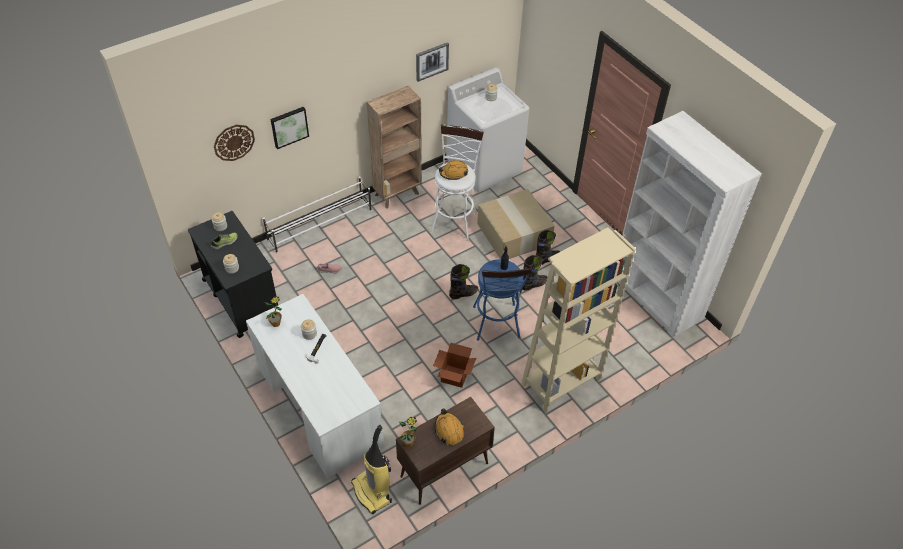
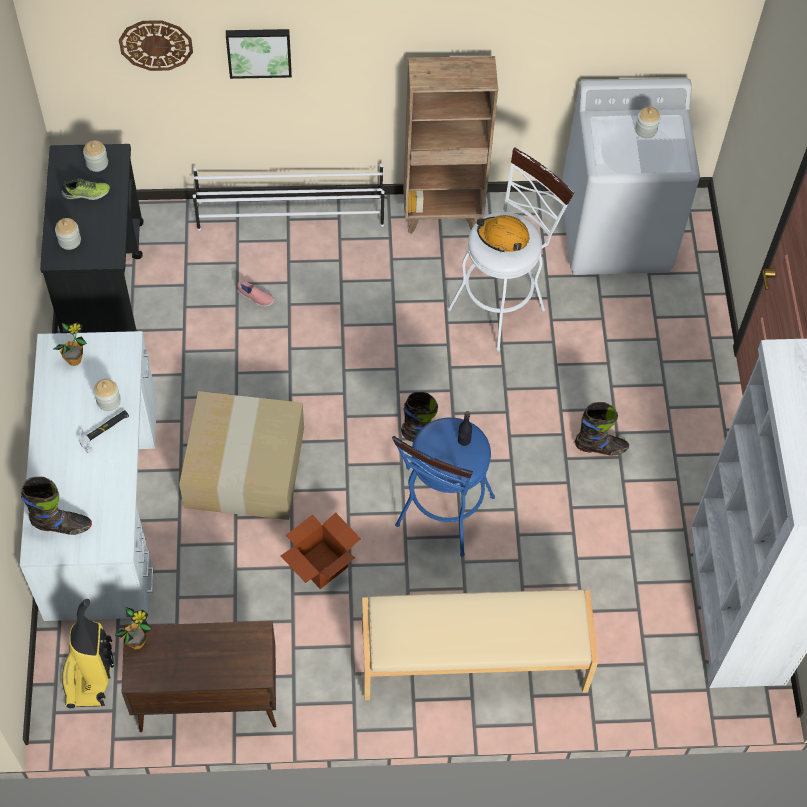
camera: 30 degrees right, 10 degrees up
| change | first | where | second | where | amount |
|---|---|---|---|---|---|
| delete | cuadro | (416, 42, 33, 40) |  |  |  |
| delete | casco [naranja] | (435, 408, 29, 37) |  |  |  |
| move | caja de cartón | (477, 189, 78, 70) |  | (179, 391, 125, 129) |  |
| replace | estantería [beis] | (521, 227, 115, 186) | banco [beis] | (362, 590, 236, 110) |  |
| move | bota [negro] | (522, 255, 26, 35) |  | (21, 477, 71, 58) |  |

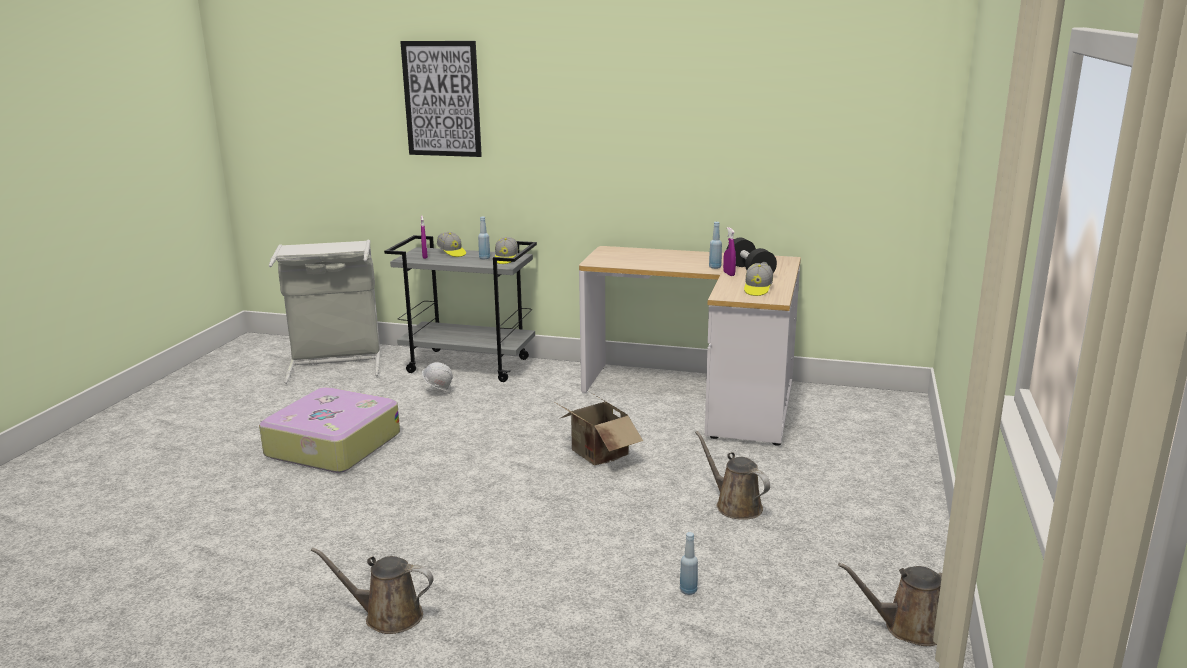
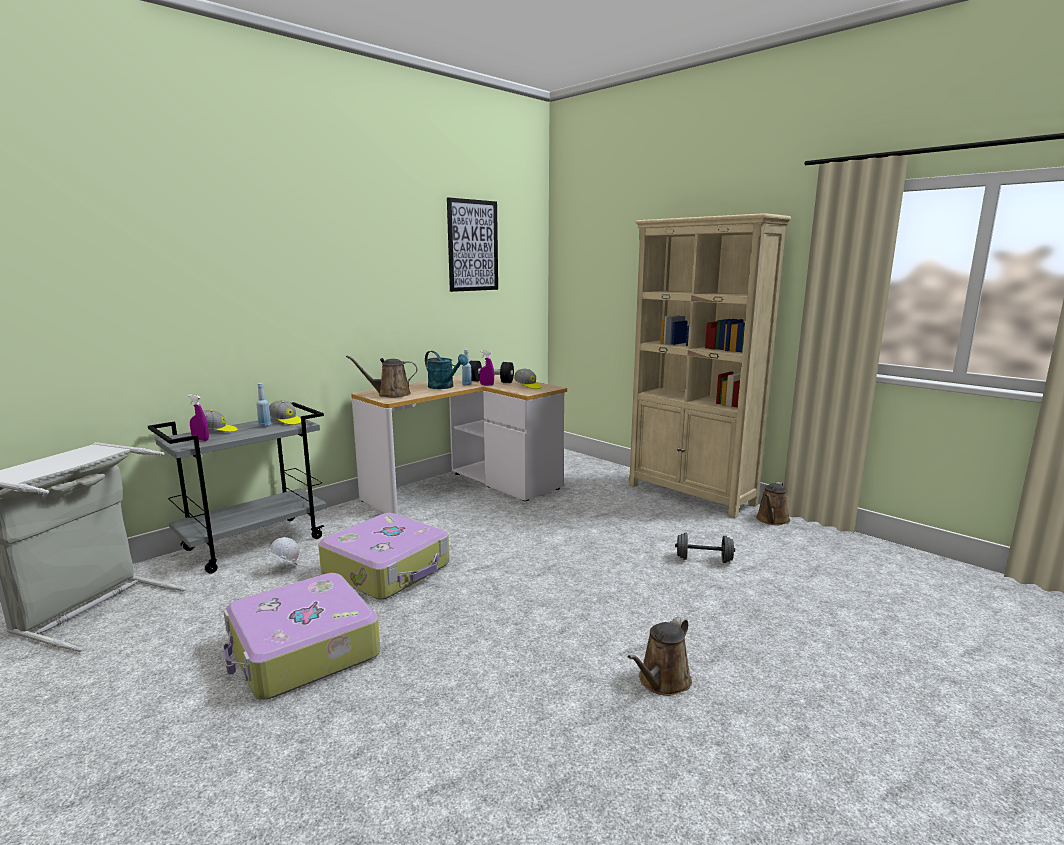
camera: 60 degrees left, 5 degrees down
| change | first | where | second | where | amount |
|---|---|---|---|---|---|
| move | cuadro | (400, 41, 82, 116) |  | (447, 197, 51, 95) |  |
| delete | caja de cartón | (556, 392, 87, 73) |  |  |  |
| replace | botella [azul] | (680, 532, 18, 63) | mancuerna [gris] | (675, 532, 60, 31) |  |
| move | regadera [marrón] | (695, 431, 75, 89) |  | (346, 355, 72, 42) |  |
| insert |  |  | maleta | (318, 513, 131, 86) |  |
| insert |  |  | regadera [turquesa] | (425, 351, 43, 38) |  |
| insert |  |  | estantería [beis] | (629, 213, 162, 306) |  |

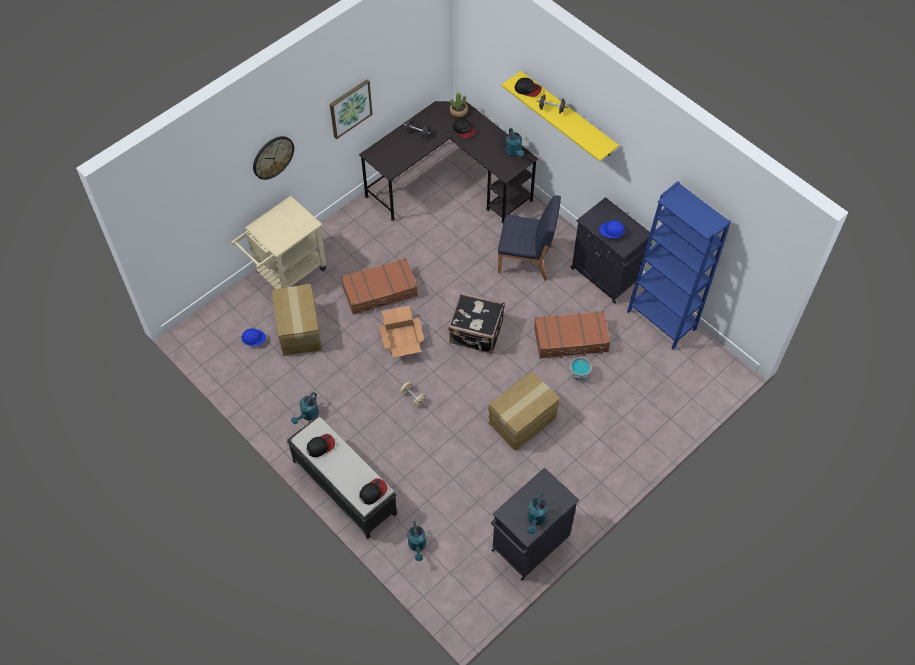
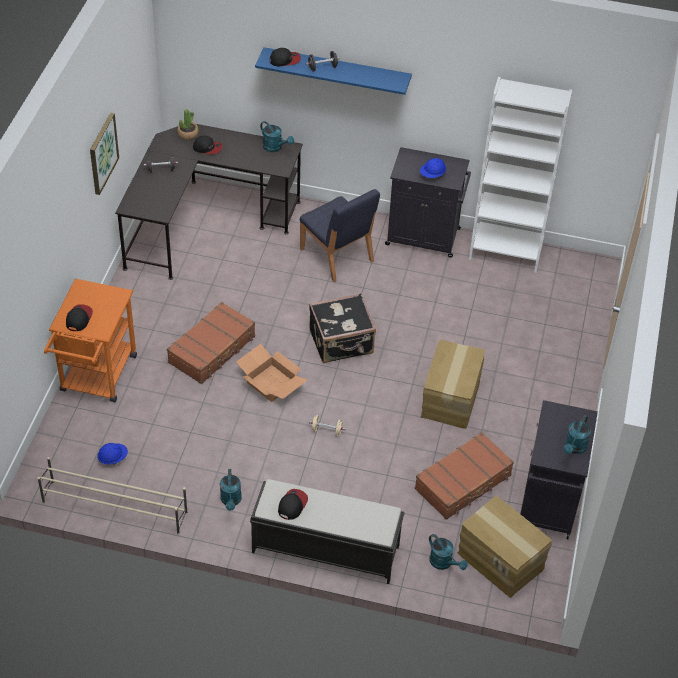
camera: 35 degrees left, 10 degrees down
| change | first | where | second | where | amount |
|---|---|---|---|---|---|
| recolor | carrito [beis] | (231, 196, 95, 93) | carrito [naranja] | (44, 279, 93, 123) |  |
| delete | reloj de pared | (253, 136, 41, 44) |  |  |  |
| move | caja de cartón | (272, 284, 50, 72) |  | (458, 496, 94, 102) |  |
| move | gorra | (359, 479, 29, 26) |  | (66, 304, 27, 27) |  |
| rotate | silla [azul] | (498, 195, 63, 86) |  | (300, 189, 80, 93) | 75 degrees clockwise |
| recolor | estante [amarillo] | (502, 71, 117, 91) | estante [azul] | (255, 47, 157, 48) |  |
| rotate | regadera [turquesa] | (527, 492, 21, 42) |  | (563, 415, 28, 39) | 45 degrees clockwise |
| move | maleta [marrón] | (534, 311, 77, 48) |  | (415, 432, 99, 88) |  |
| delete | cubo [gris] | (570, 354, 22, 28) |  |  |  |
| recolor | estantería [azul] | (627, 181, 104, 169) | estantería [blanco] | (469, 77, 103, 196) |  |
| insert |  |  | zapatero [beis] | (38, 457, 150, 78) |  |

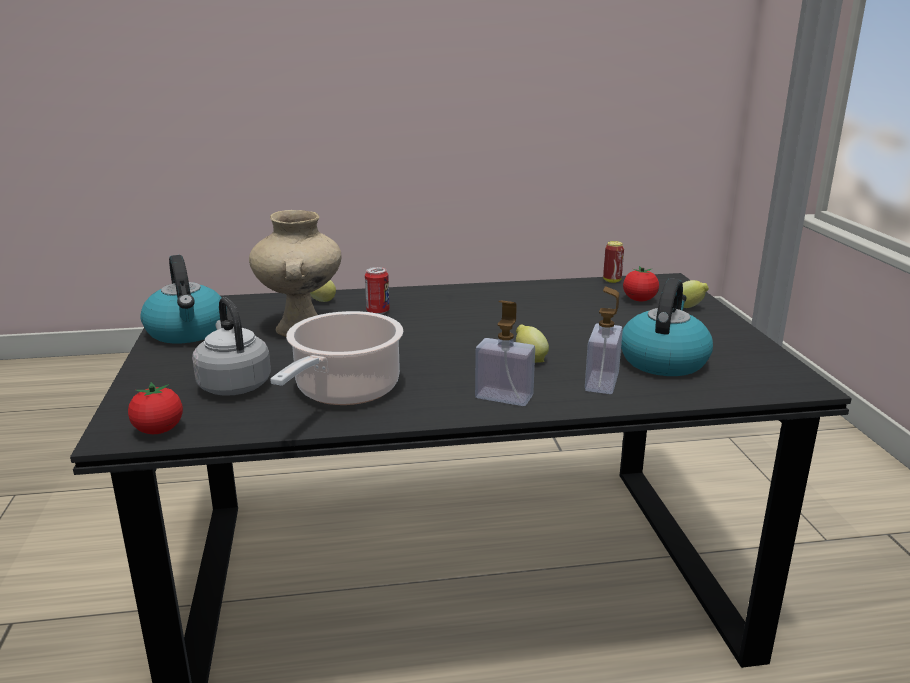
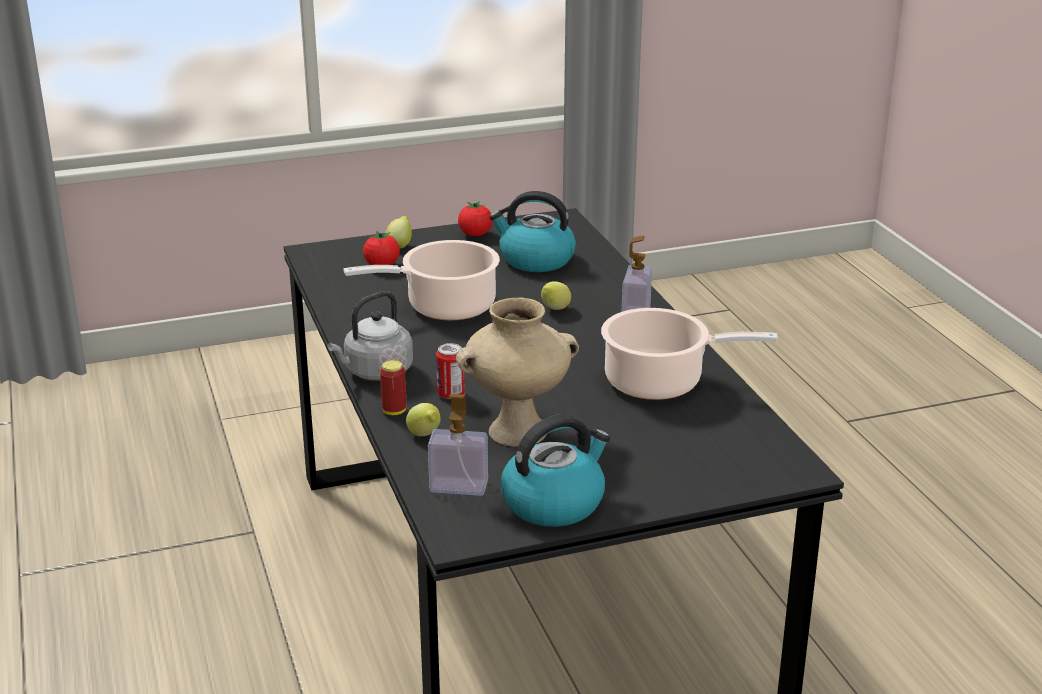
camera: 100 degrees left, 5 degrees up
| change | first | where | second | where | amount |
|---|---|---|---|---|---|
| move | tomate | (128, 382, 55, 52) |  | (458, 201, 35, 35) |  |
| move | hervidor [gris] | (192, 297, 79, 99) |  | (327, 291, 86, 90) |  |
| move | dispensador de jabón | (585, 286, 38, 108) |  | (428, 394, 60, 102) |  |
| move | lata | (603, 241, 21, 42) |  | (380, 360, 26, 55) |  |
| insert |  |  | olla | (343, 240, 157, 80) |  |

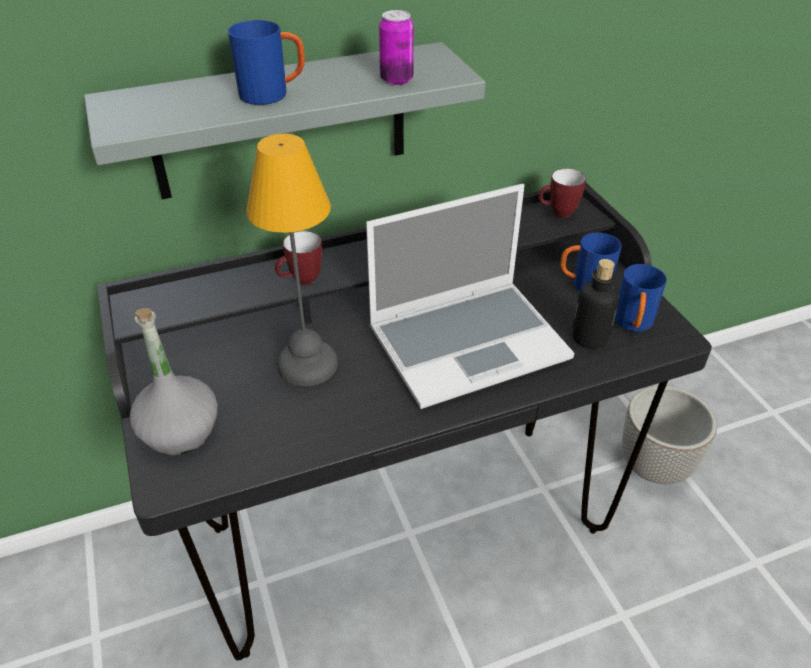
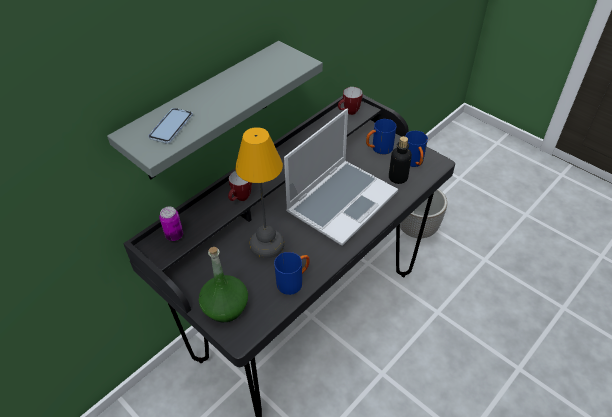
camera: 25 degrees left, 5 degrees up
| change | first | where | second | where | amount |
|---|---|---|---|---|---|
| recolor | botella [gris] | (130, 308, 88, 147) | botella [verde] | (199, 247, 49, 75) |  |
| move | taza grande [azul] | (228, 20, 77, 85) |  | (274, 252, 35, 43) |  |
| move | lata | (379, 10, 35, 75) |  | (159, 206, 24, 35) |  |
| insert |  |  | móvil | (148, 108, 45, 36) |  |

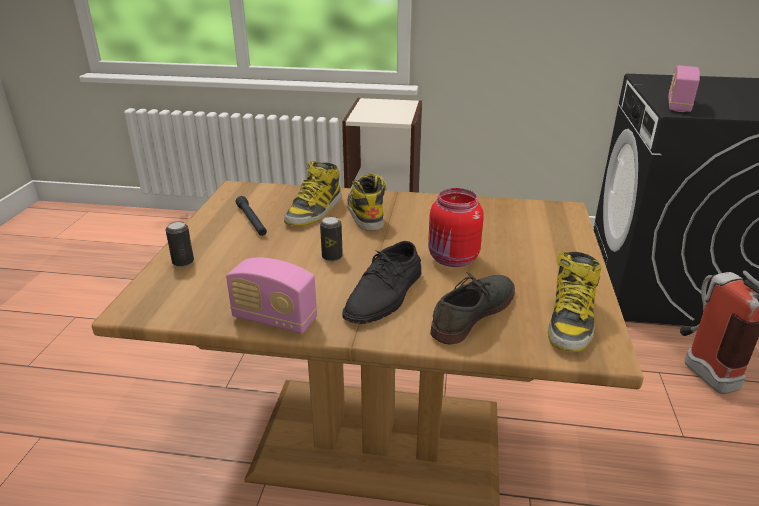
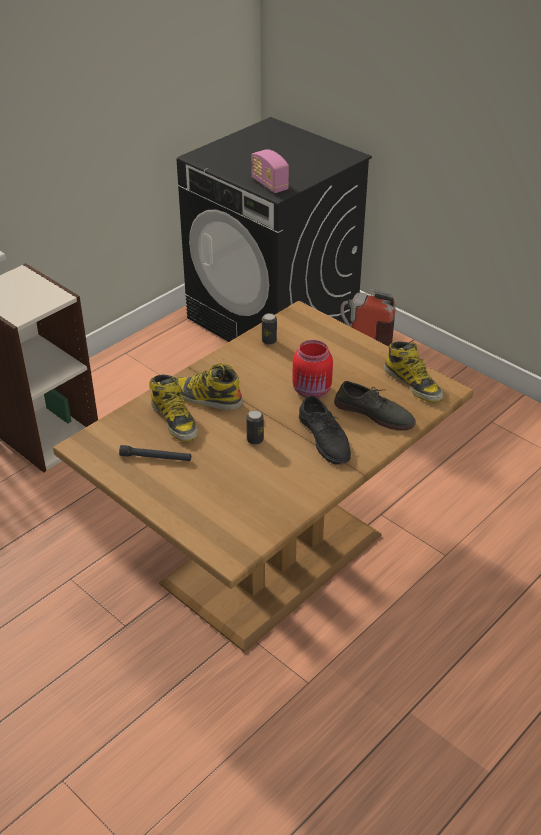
camera: 55 degrees left, 10 degrees up
| change | first | where | second | where | amount |
|---|---|---|---|---|---|
| move | lata | (166, 221, 28, 46) |  | (262, 313, 15, 32) |  |
| delete | radio | (226, 257, 91, 77) |  |  |  |
| rotate | zapato [gris] | (430, 272, 85, 72) |  | (334, 381, 82, 50) | 135 degrees clockwise |

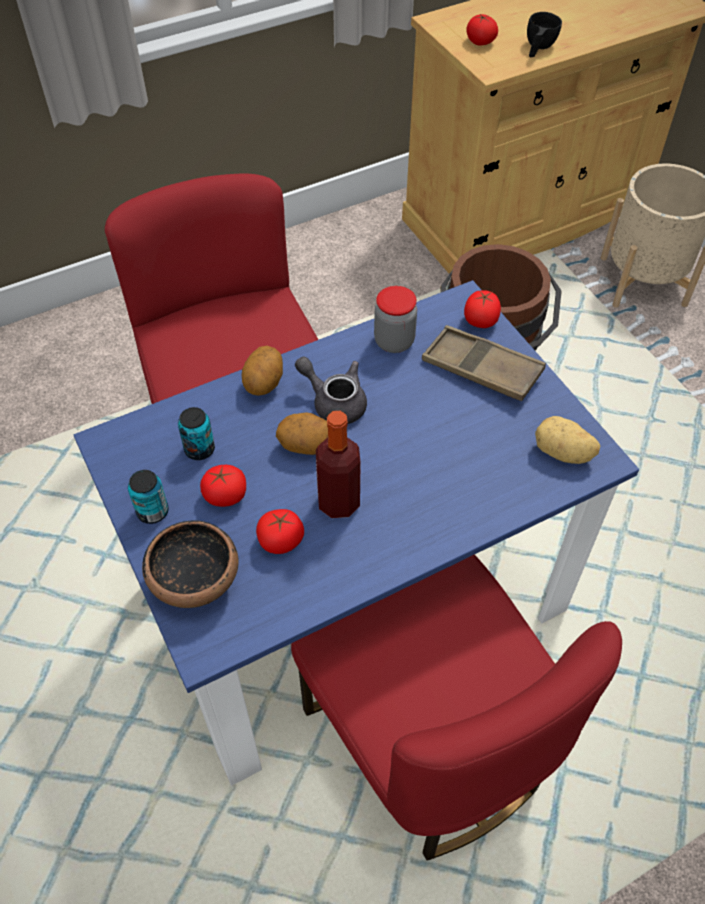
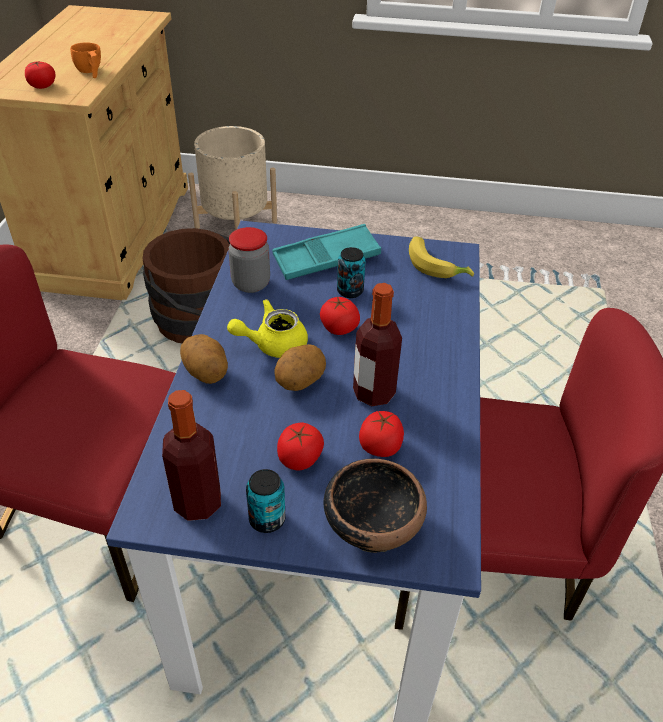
camera: 55 degrees left, 10 degrees down
| change | first | where | second | where | amount |
|---|---|---|---|---|---|
| move | lata | (178, 407, 37, 53) |  | (337, 247, 29, 51) |  |
| recolor | tetera [gris] | (295, 356, 72, 68) | tetera [amarillo] | (227, 299, 81, 59) |  |
| recolor | bandeja [marrón] | (422, 325, 124, 76) | bandeja [turquesa] | (272, 224, 109, 56) |  |
| move | tomate | (464, 290, 37, 38) |  | (320, 296, 40, 39) |  |
| recolor | taza [negro] | (527, 12, 35, 45) | taza [naranja] | (70, 43, 31, 35) |  |
| replace | patata | (535, 416, 66, 48) | plátano | (409, 236, 65, 42) |  |
| insert |  |  | botella | (162, 390, 59, 131) |  |

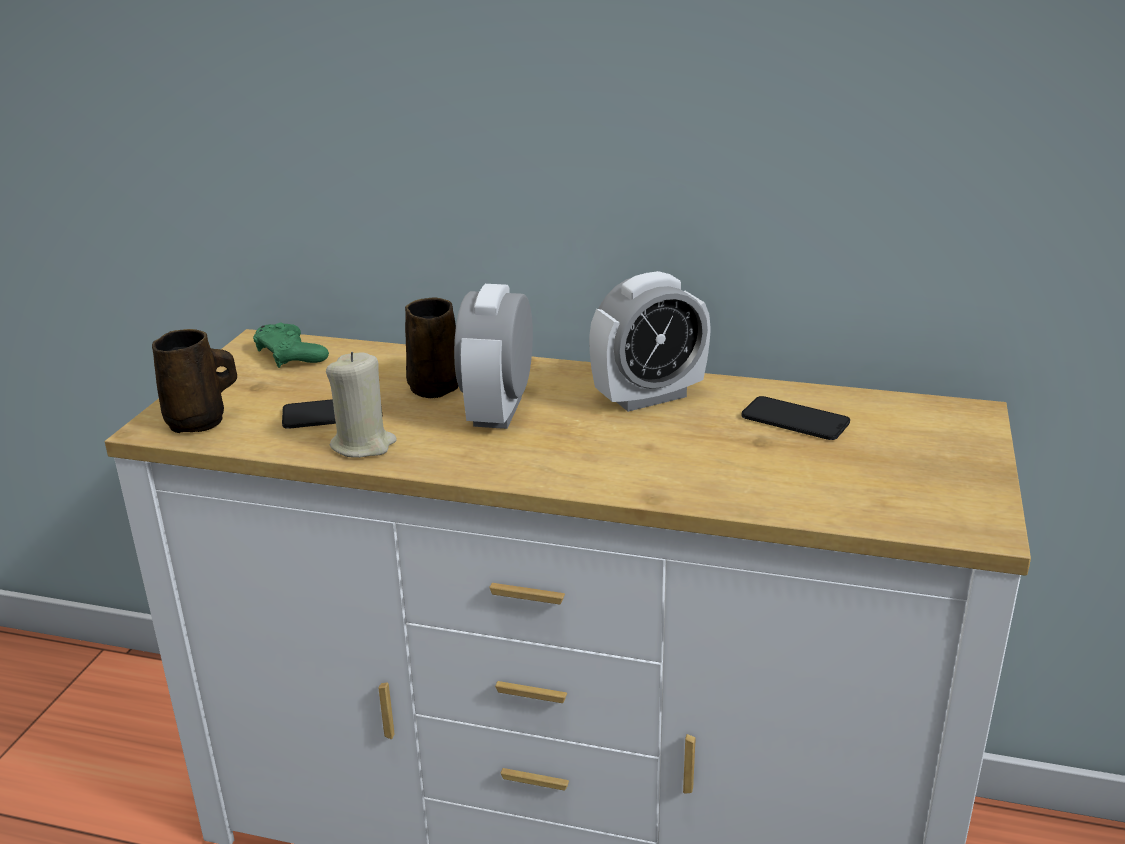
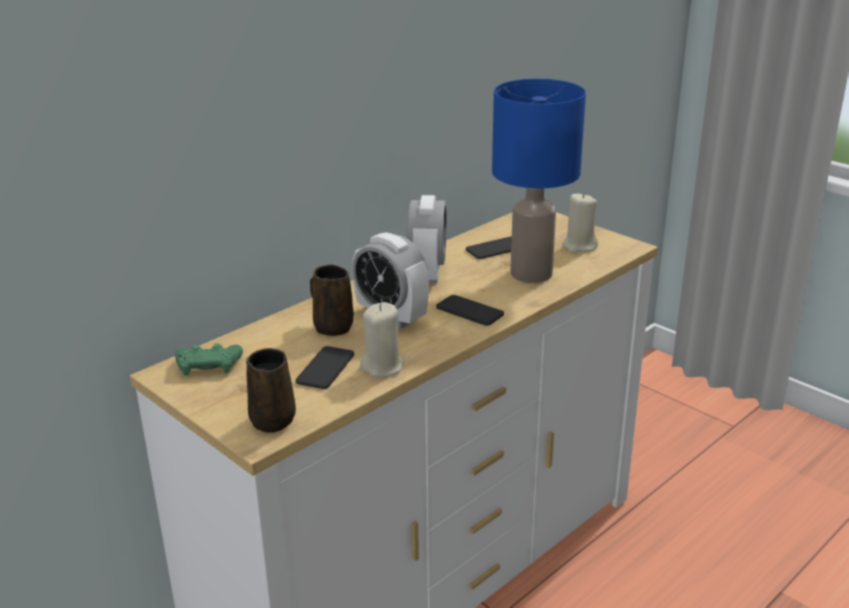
camera: 60 degrees left, 0 degrees up
| change | first | where | second | where | amount |
|---|---|---|---|---|---|
| insert |  |  | móvil | (436, 295, 68, 31) |  |
| insert |  |  | lámpara de mesa [azul] | (492, 79, 94, 204) |  |
| insert |  |  | vela [beis] | (562, 193, 36, 60) |  |

